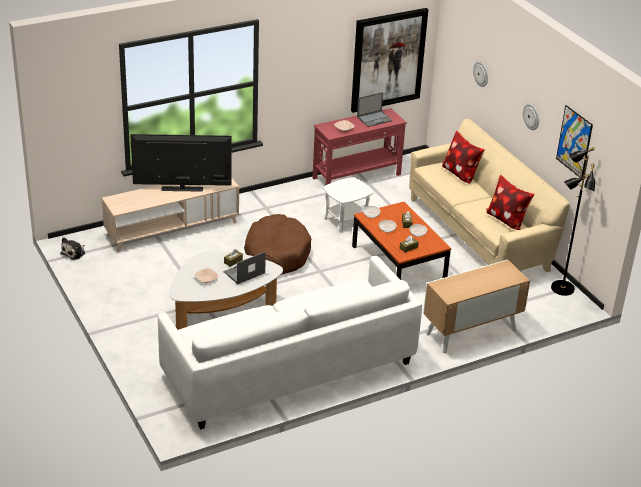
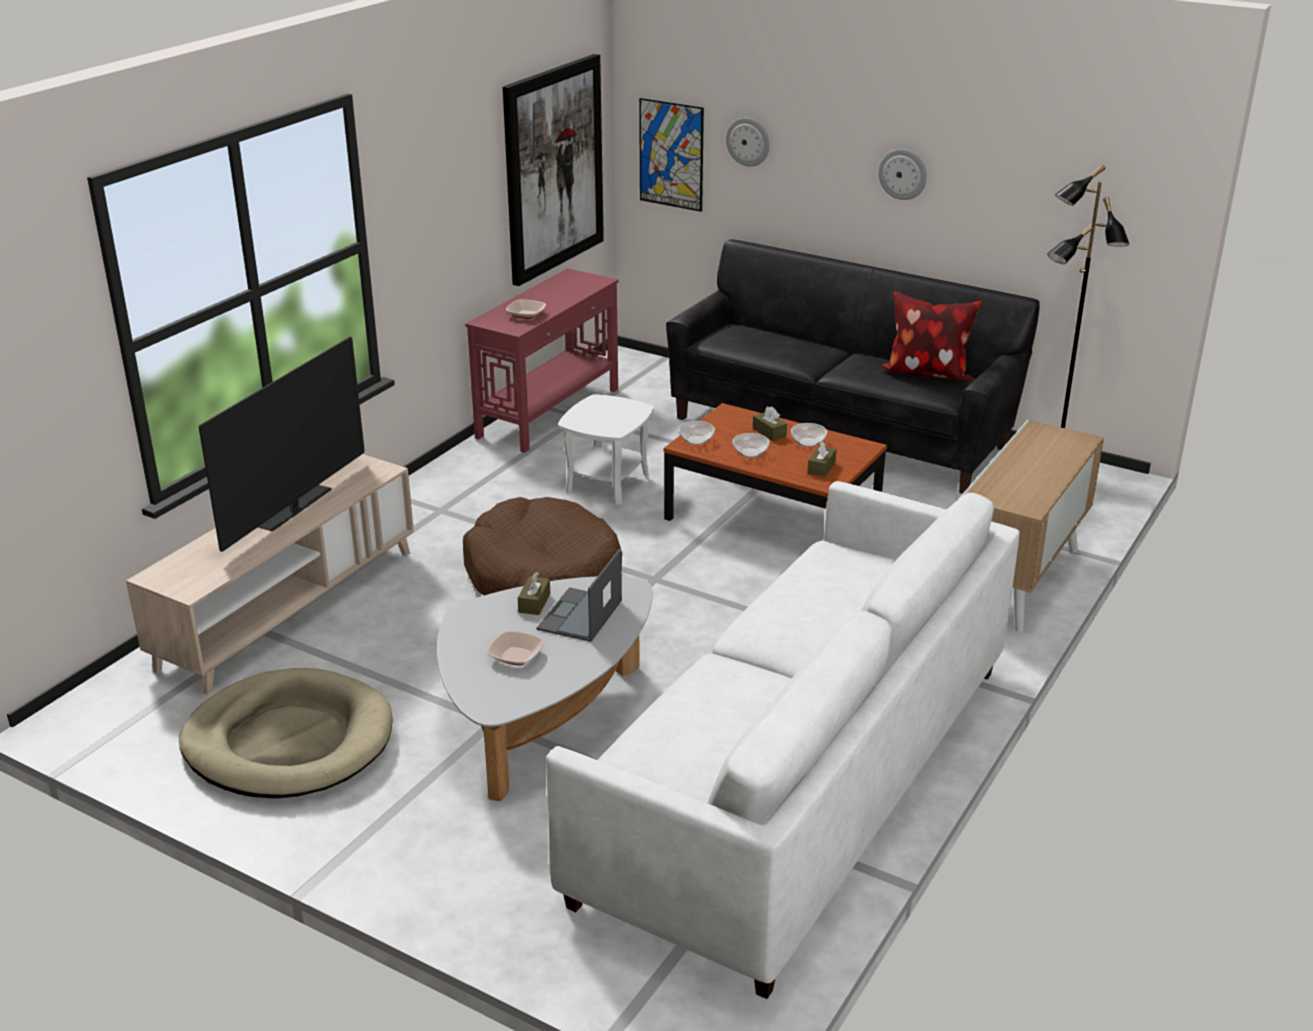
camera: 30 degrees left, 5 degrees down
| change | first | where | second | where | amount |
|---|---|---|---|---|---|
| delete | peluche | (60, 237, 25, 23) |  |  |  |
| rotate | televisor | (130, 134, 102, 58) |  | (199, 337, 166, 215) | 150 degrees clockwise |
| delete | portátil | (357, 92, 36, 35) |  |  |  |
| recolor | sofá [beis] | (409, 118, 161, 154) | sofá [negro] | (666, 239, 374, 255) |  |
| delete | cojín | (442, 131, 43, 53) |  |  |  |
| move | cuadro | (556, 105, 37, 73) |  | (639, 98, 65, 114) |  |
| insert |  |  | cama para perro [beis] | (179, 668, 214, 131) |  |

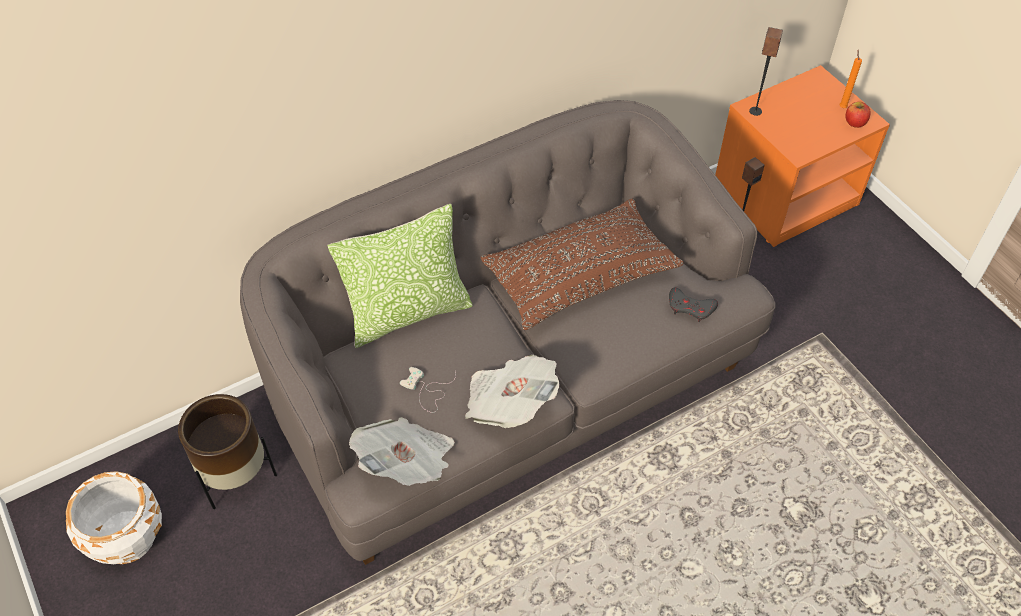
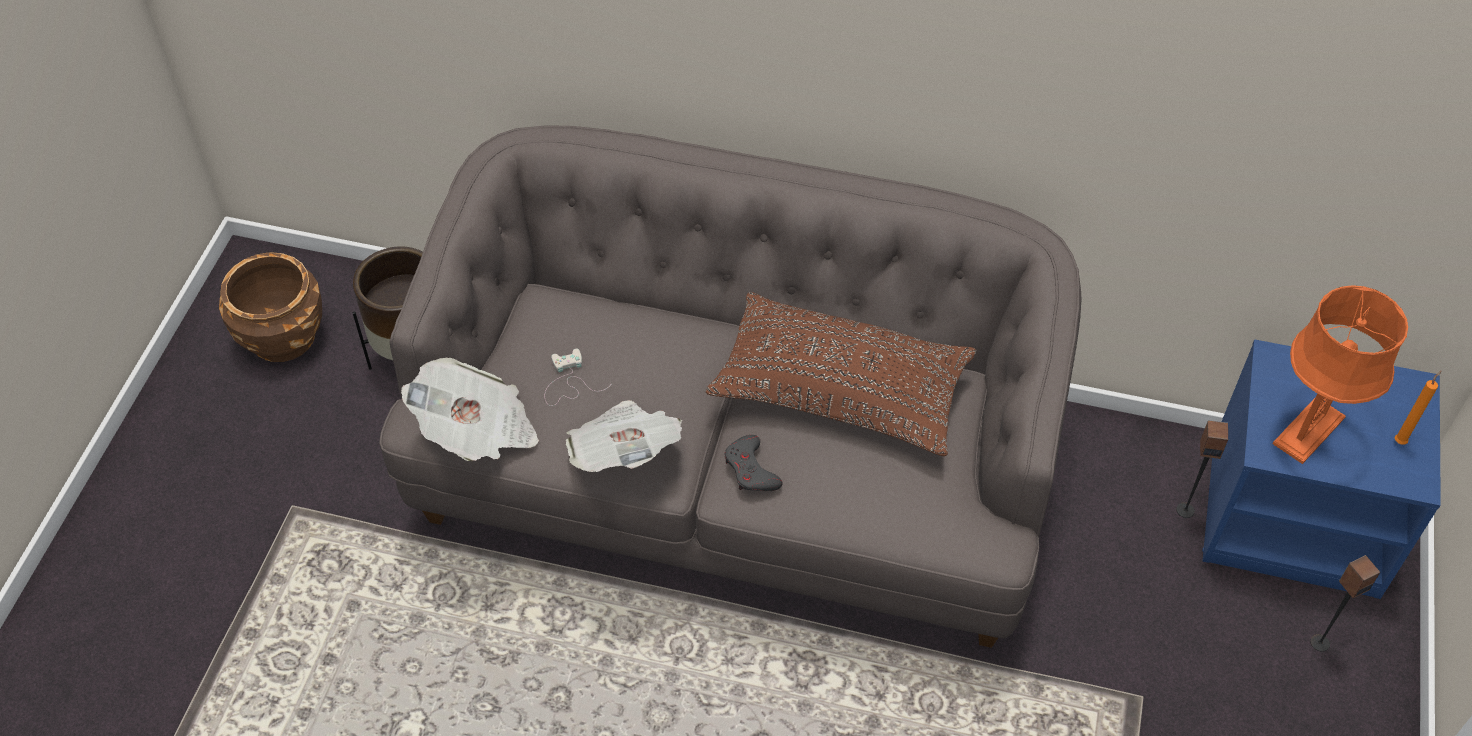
camera: 45 degrees right, 0 degrees up
| change | first | where | second | where | amount |
|---|---|---|---|---|---|
| recolor | maceta [blanco] | (66, 471, 96, 93) | maceta [marrón] | (219, 252, 103, 110) |  |
| delete | cojín | (327, 204, 146, 144) |  |  |  |
| move | mando de consola [gris] | (669, 287, 49, 35) |  | (725, 435, 58, 56) |  |
| recolor | mesita de noche [naranja] | (715, 65, 175, 182) | mesita de noche [azul] | (1202, 339, 239, 260) |  |
| move | altavoz | (749, 27, 34, 89) |  | (1310, 555, 70, 97) |  |
| delete | manzana | (845, 101, 26, 27) |  |  |  |
| insert |  |  | lámpara de mesa [naranja] | (1273, 285, 135, 179) |  |

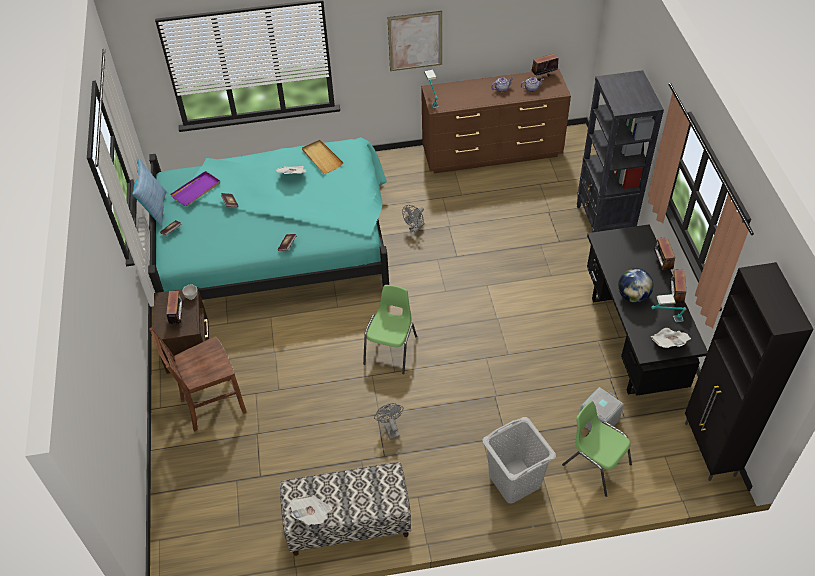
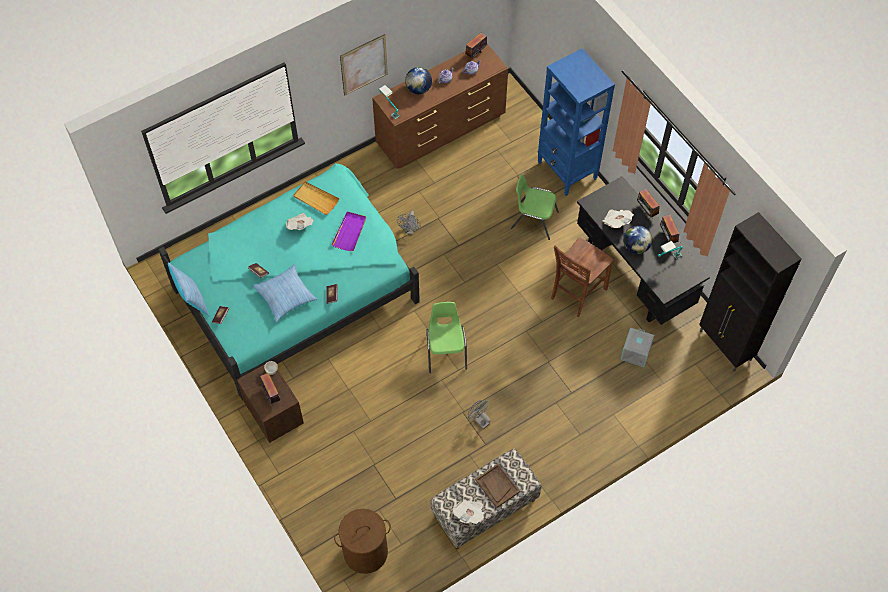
camera: 25 degrees left, 10 degrees up
| change | first | where | second | where | amount |
|---|---|---|---|---|---|
| move | silla [marrón] | (149, 327, 98, 104) |  | (551, 237, 63, 80) |  |
| move | bandeja [morado] | (170, 171, 50, 35) |  | (331, 212, 35, 39) |  |
| delete | cesto de la ropa [gris] | (482, 417, 74, 86) |  |  |  |
| move | silla [verde] | (562, 400, 70, 97) |  | (511, 174, 48, 66) |  |
| recolor | estantería [negro] | (577, 70, 87, 163) | estantería [azul] | (538, 48, 77, 148) |  |
| move | periódico | (651, 328, 40, 20) |  | (602, 210, 32, 18) |  |
| insert |  |  | cojín | (253, 264, 65, 58) |  |
| insert |  |  | cesto de la ropa [marrón] | (334, 509, 57, 65) |  |
| insert |  |  | globo terráqueo | (405, 67, 27, 27) |  |
| insert |  |  | bandeja [marrón] | (475, 464, 45, 44) |  |

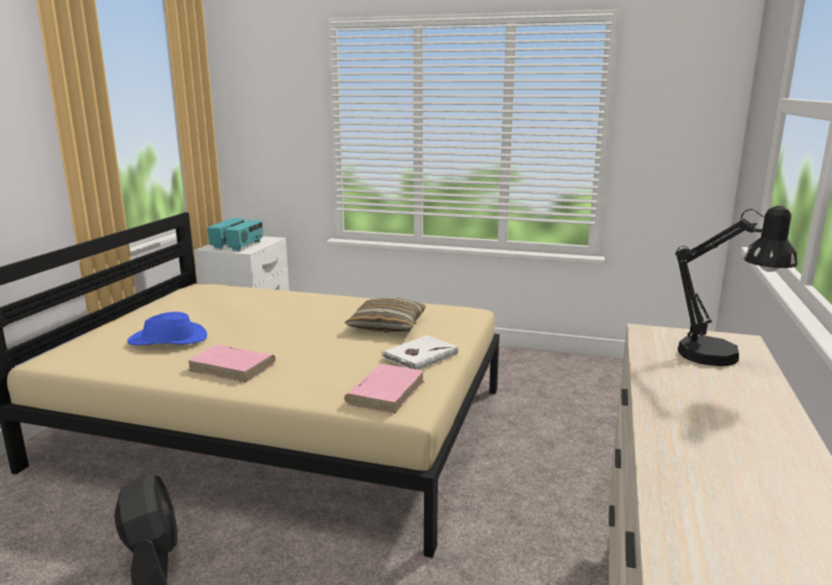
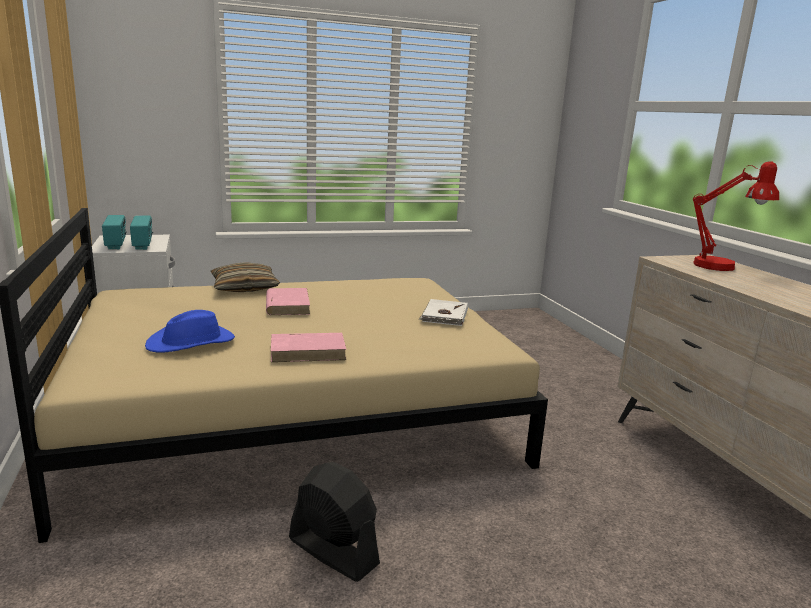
camera: 35 degrees left, 0 degrees up
| change | first | where | second | where | amount |
|---|---|---|---|---|---|
| move | cojín | (344, 298, 82, 35) |  | (210, 263, 70, 29) |  |
| move | libro [rosa] | (344, 364, 80, 50) |  | (266, 288, 44, 27) |  |
| recolor | lámpara de mesa [negro] | (675, 205, 123, 161) | lámpara de mesa [rojo] | (693, 162, 86, 109) |  |

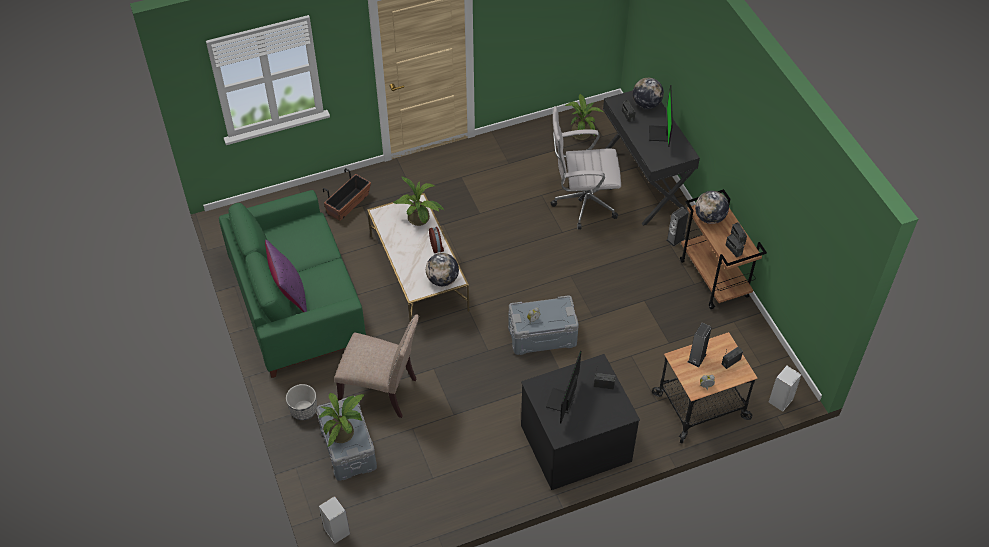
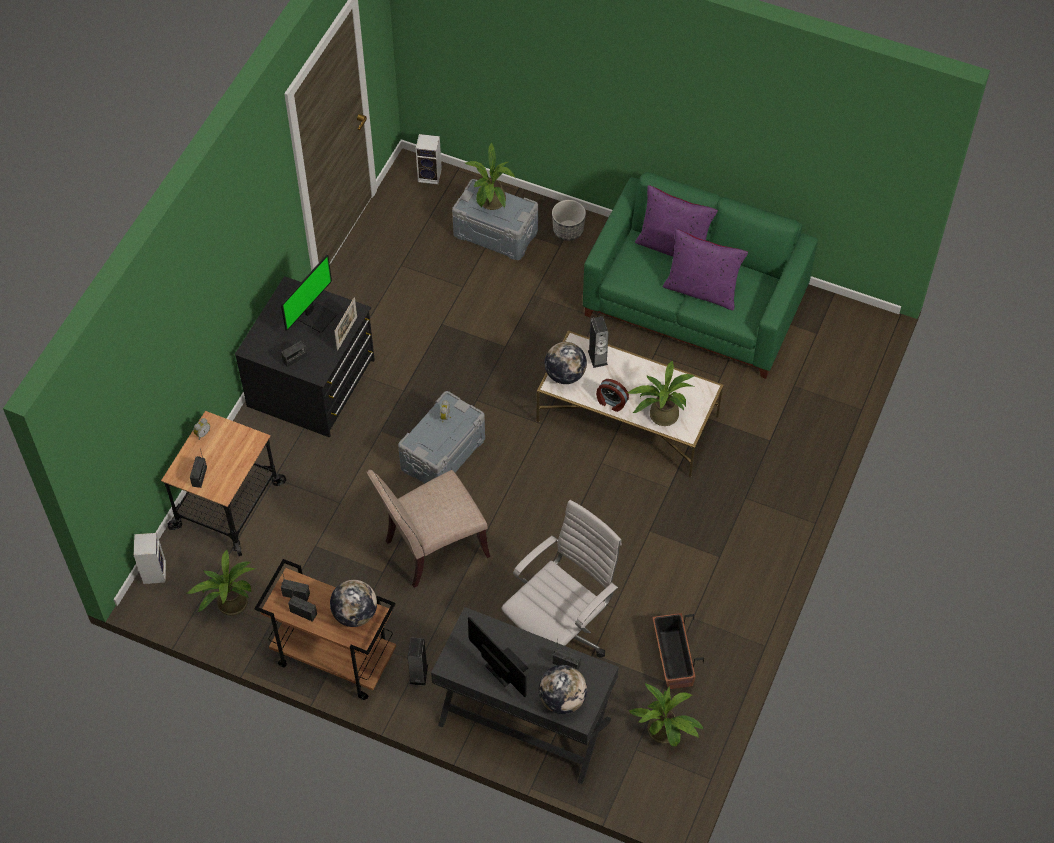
camera: 135 degrees right, 5 degrees up
| change | first | where | second | where | amount |
|---|---|---|---|---|---|
| move | maceta | (323, 168, 48, 53) |  | (652, 613, 52, 76) |  |
| move | silla [beis] | (334, 314, 85, 104) |  | (366, 470, 124, 118) |  |
| rotate | monitor | (546, 351, 35, 72) |  | (281, 255, 57, 78) | 60 degrees clockwise |
| move | altavoz | (688, 323, 24, 44) |  | (588, 316, 21, 52) |  |
| insert |  |  | planta en maceta | (187, 549, 69, 67) |  |
| insert |  |  | portarretratos | (334, 297, 23, 54) |  |
| insert |  |  | cojín [morado] | (663, 229, 85, 82) |  |

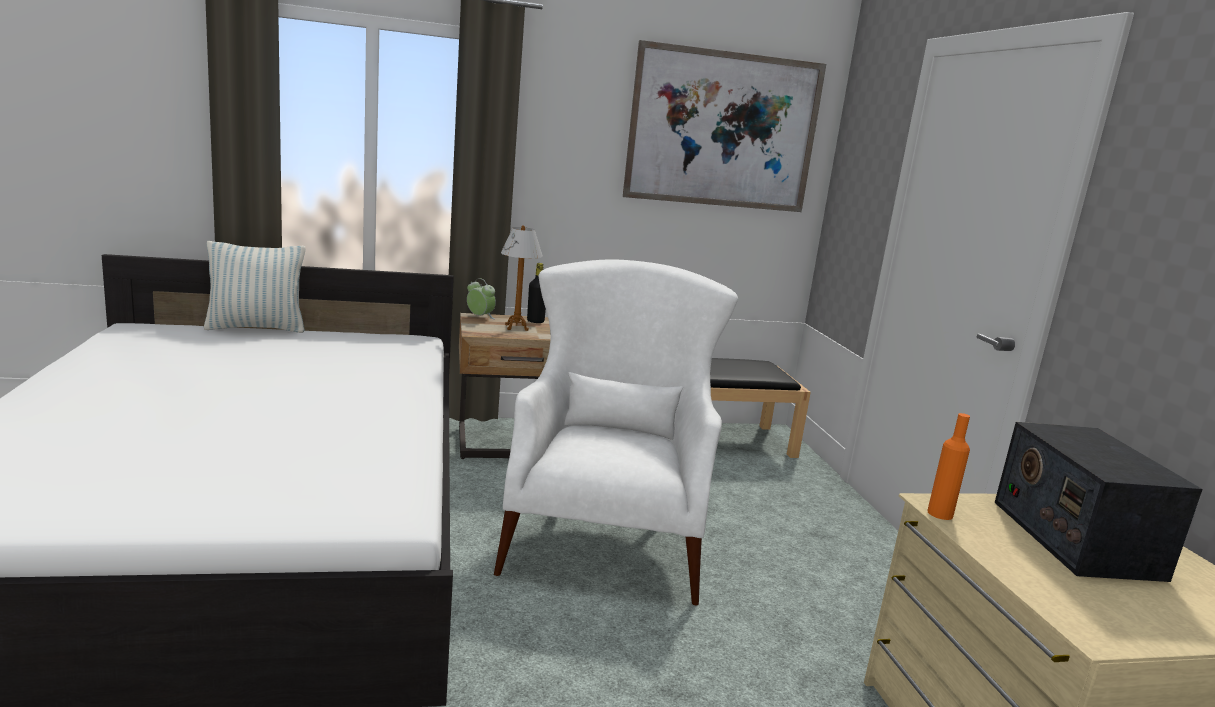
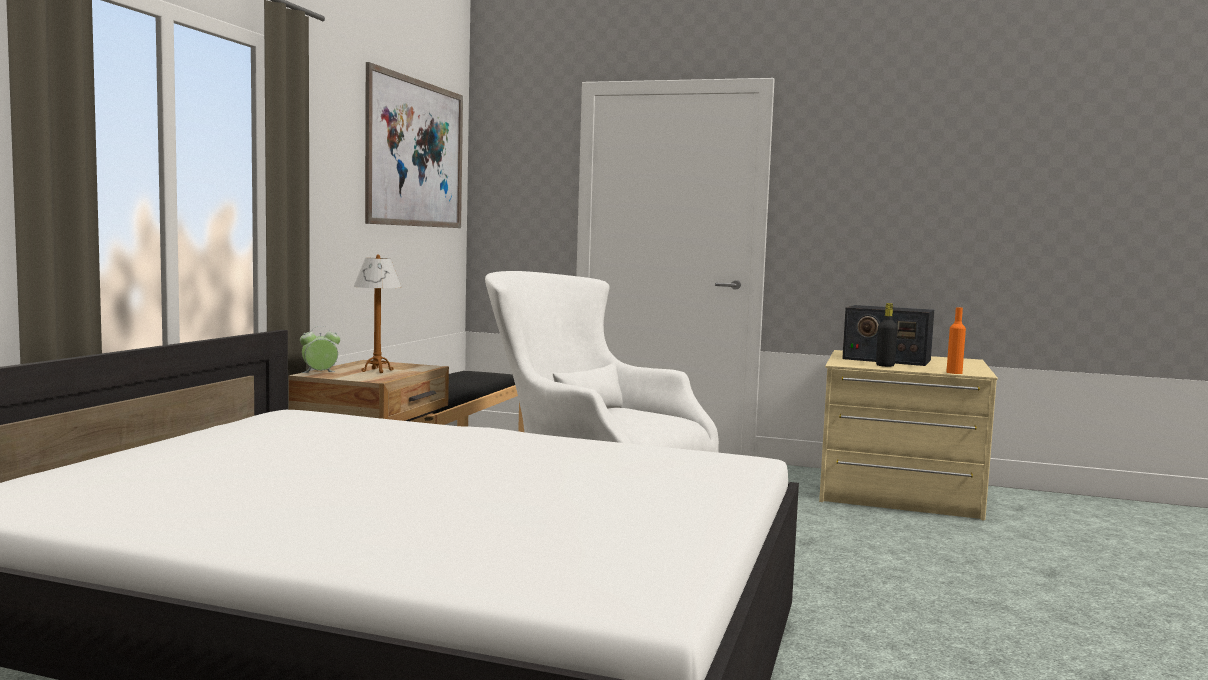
camera: 60 degrees left, 10 degrees down
| change | first | where | second | where | amount |
|---|---|---|---|---|---|
| delete | cojín | (204, 241, 101, 92) |  |  |  |
| move | botella [negro] | (527, 263, 19, 60) |  | (876, 303, 22, 64) |  |
| move | botella [naranja] | (927, 413, 43, 107) |  | (946, 307, 20, 67) |  |

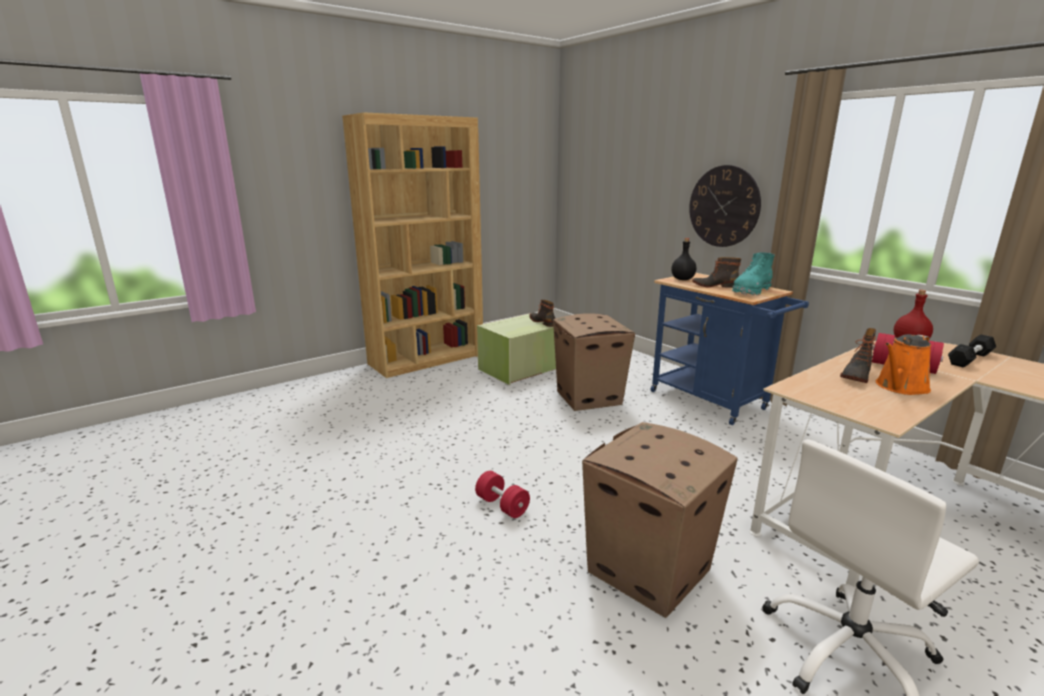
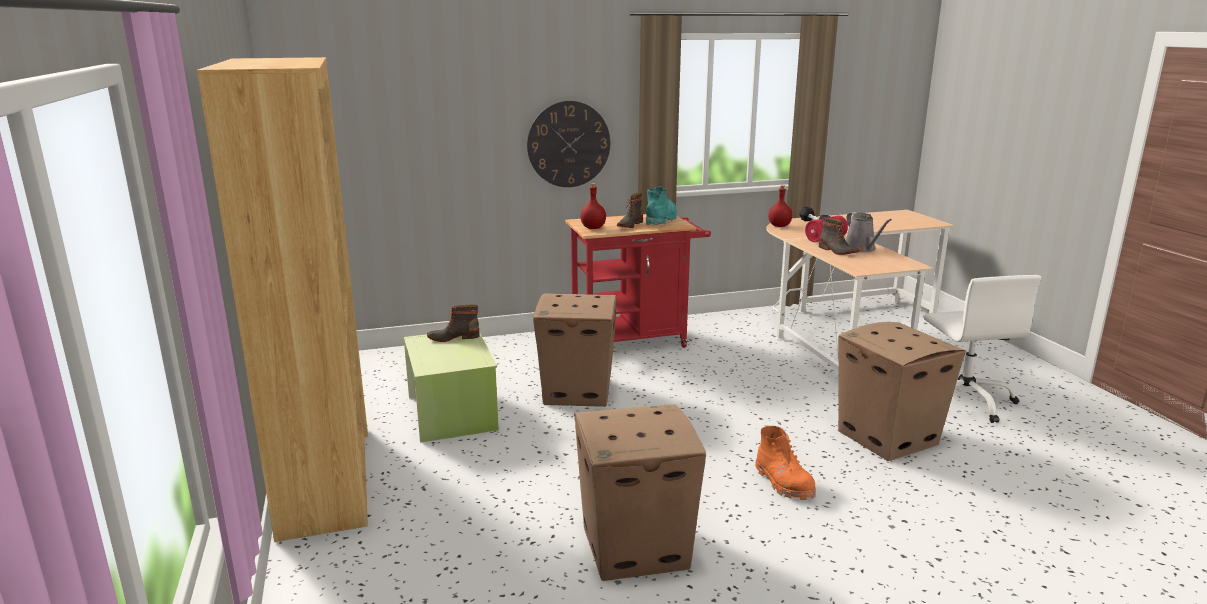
camera: 70 degrees left, 0 degrees up
| change | first | where | second | where | amount |
|---|---|---|---|---|---|
| replace | mancuerna [rojo] | (475, 471, 55, 47) | bota [naranja] | (755, 426, 61, 74) |  |
| recolor | carrito [azul] | (650, 273, 159, 152) | carrito [rojo] | (565, 214, 146, 134) |  |
| recolor | botella [negro] | (671, 238, 26, 42) | botella [rojo] | (580, 183, 26, 46) |  |
| rotate | bota [turquesa] | (732, 252, 43, 43) |  | (646, 186, 31, 40) | 135 degrees counterclockwise |
| recolor | regadera [naranja] | (876, 334, 55, 61) | regadera [gris] | (846, 212, 46, 40) |  |
| insert |  |  | caja de cartón | (574, 404, 132, 177) |  |

